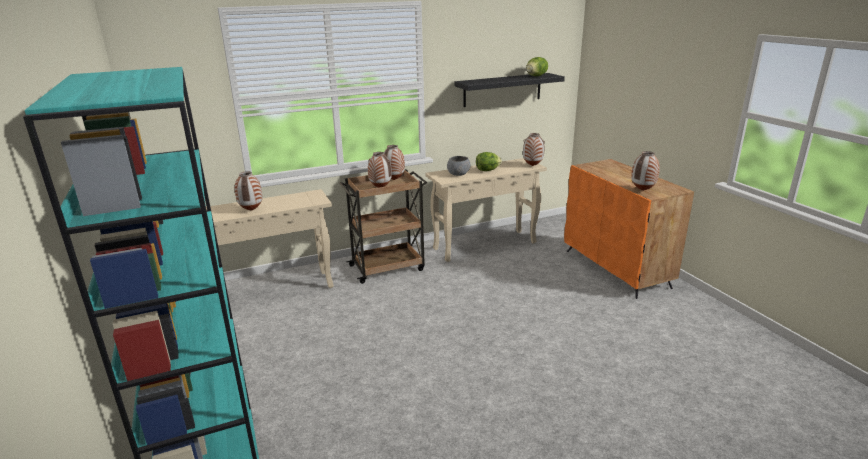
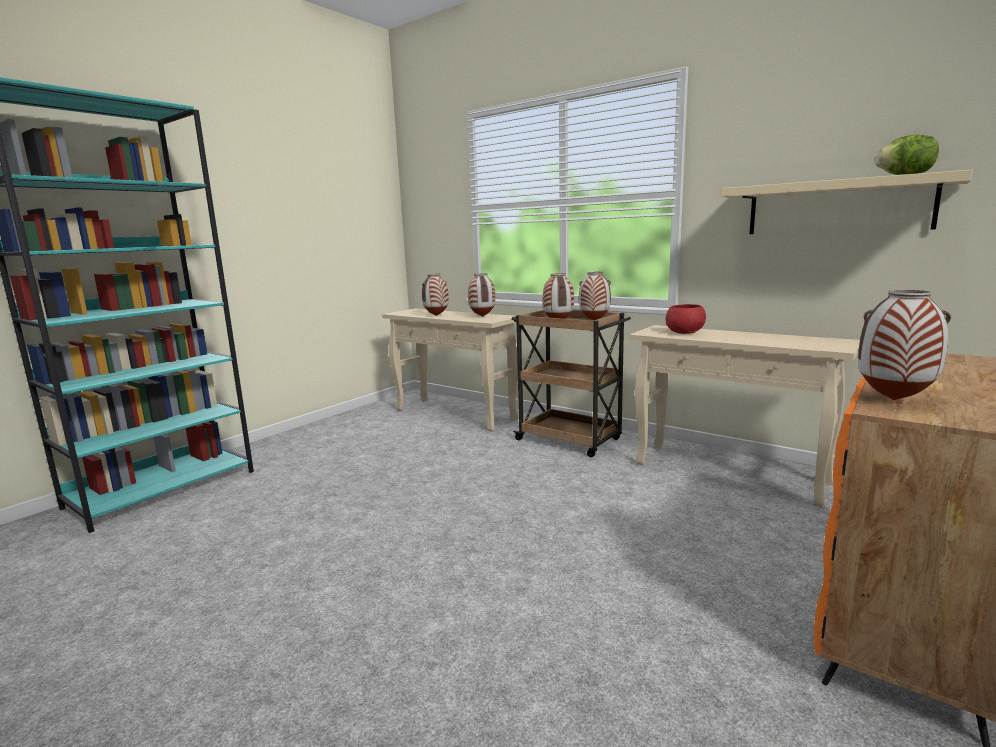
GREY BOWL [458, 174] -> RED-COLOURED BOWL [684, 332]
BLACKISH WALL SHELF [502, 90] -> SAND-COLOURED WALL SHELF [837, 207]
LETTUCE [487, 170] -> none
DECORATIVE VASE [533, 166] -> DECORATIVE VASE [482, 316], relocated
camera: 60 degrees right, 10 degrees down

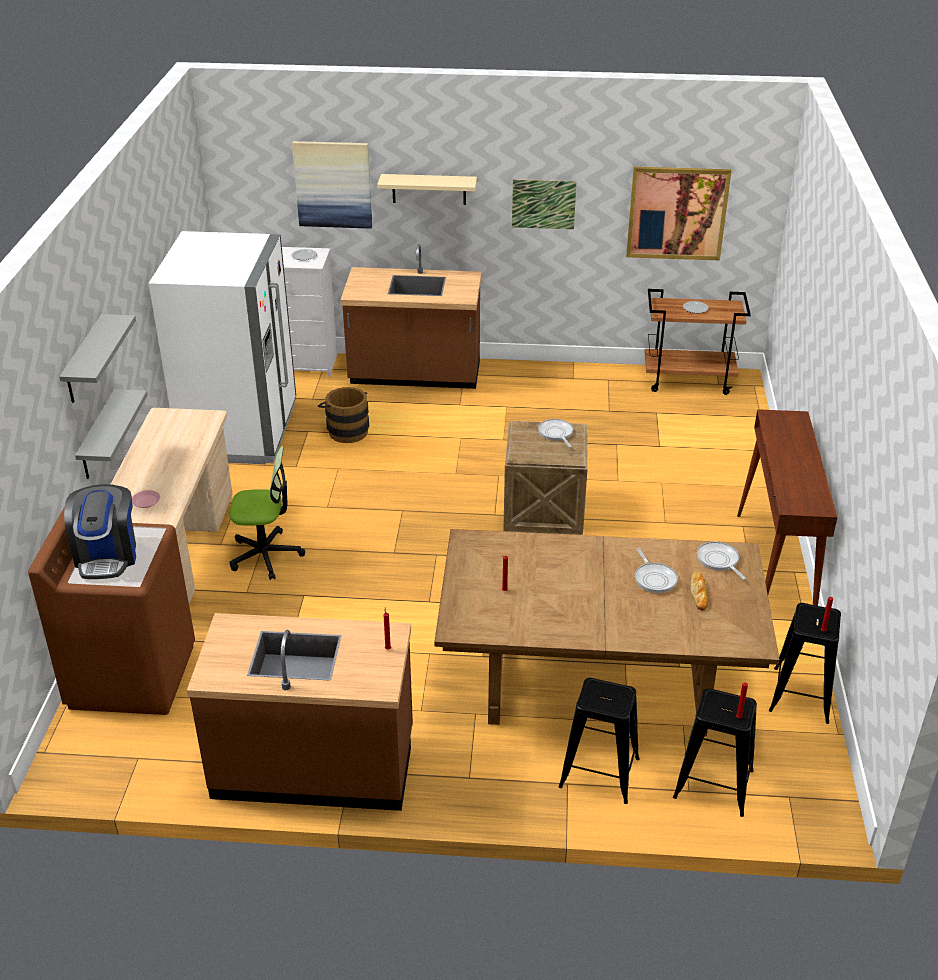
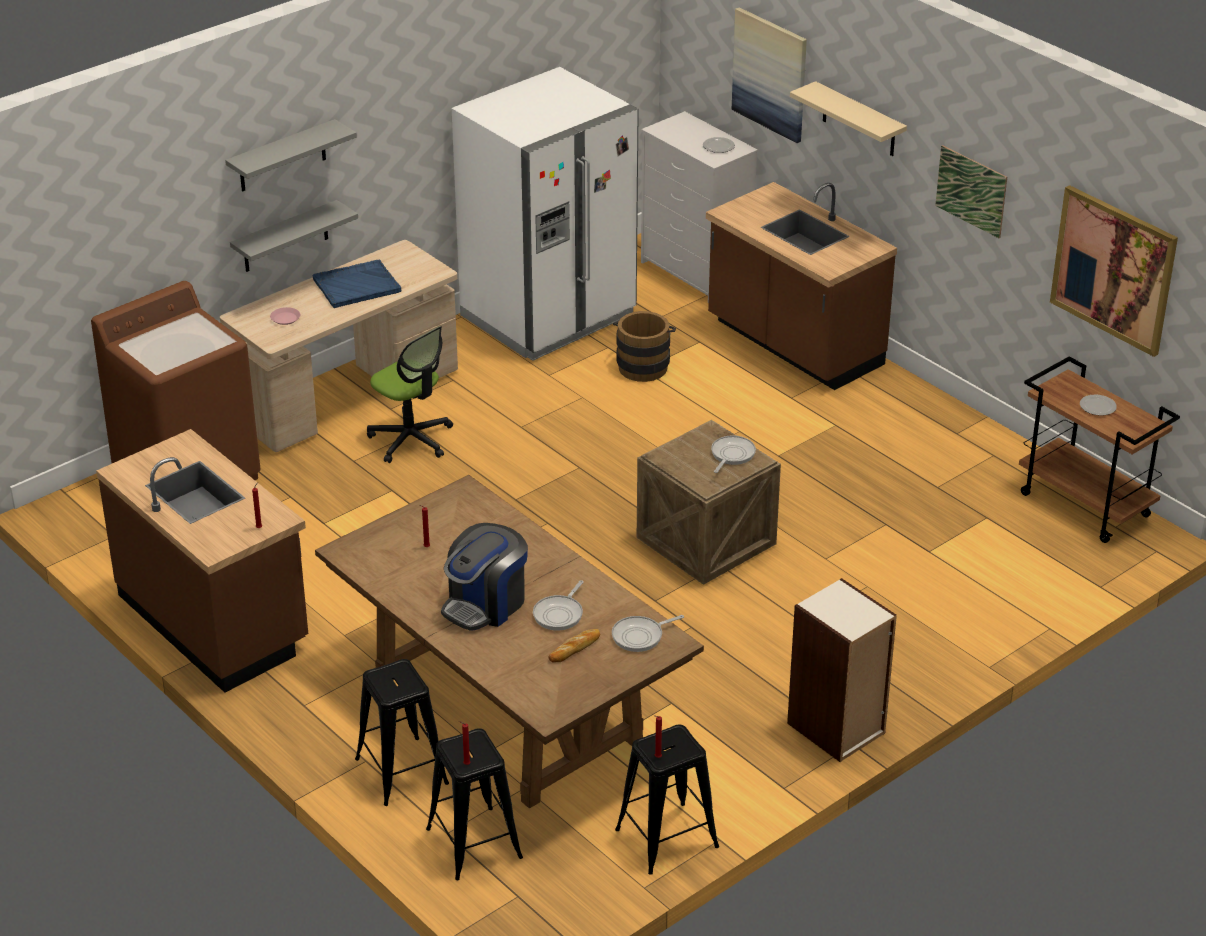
COFFEE MACHINE [107, 555] -> COFFEE MACHINE [485, 604], relocated
FRYING PAN [719, 561] -> FRYING PAN [640, 636], 135 degrees counterclockwise
BROWNISH NARROW TABLE [774, 569] -> BOOKCASE [836, 729]
none -> BLUE-COLOURED SERVING TRAY [356, 286]
camera: 45 degrees right, 0 degrees up

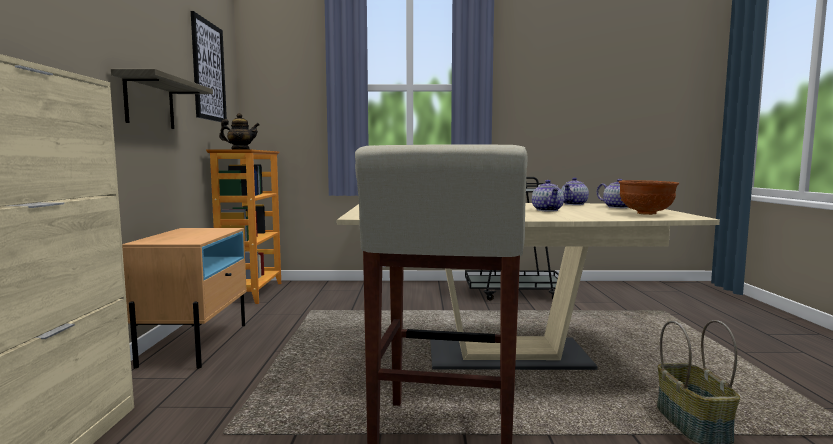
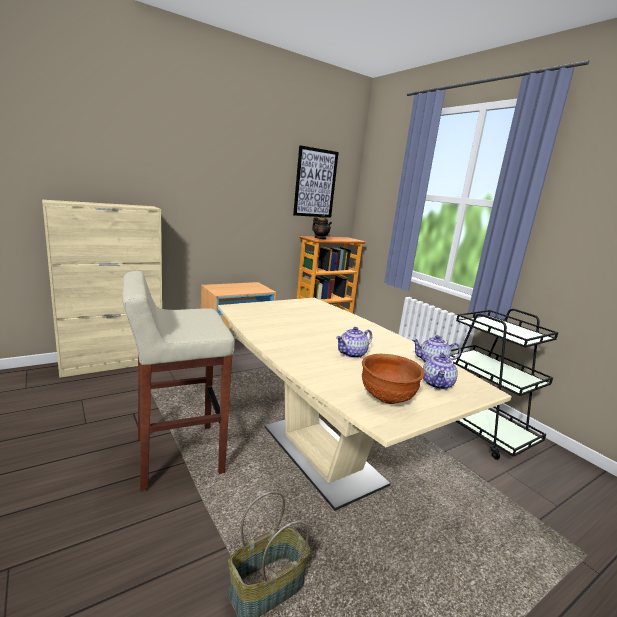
WALL SHELF [149, 103] -> none
camera: 55 degrees right, 10 degrees up

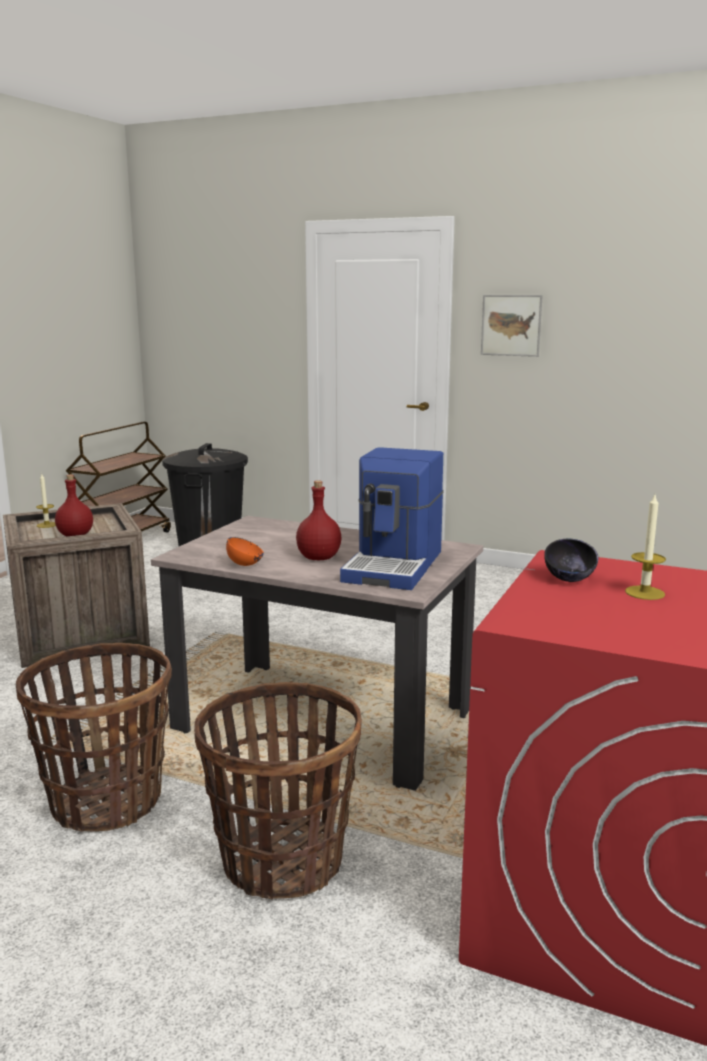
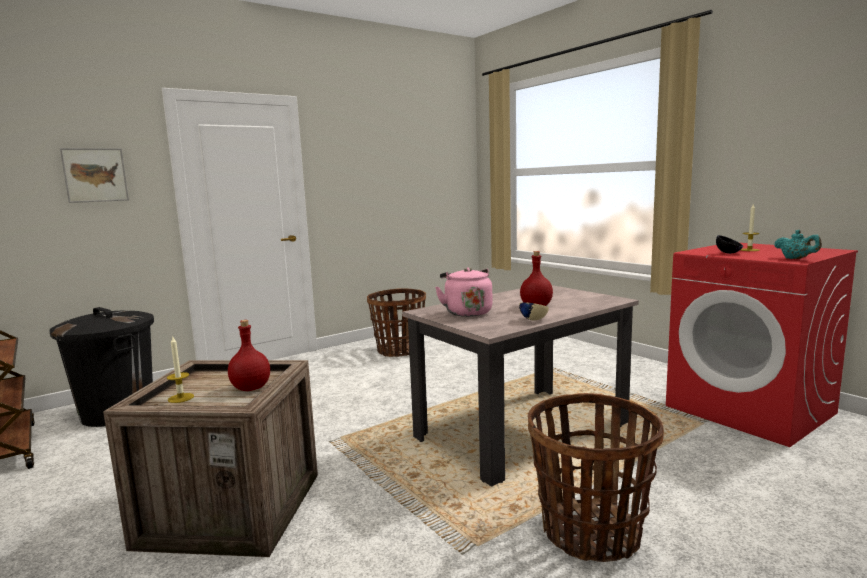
BASKET [282, 860] -> BASKET [399, 351], relocated
ORANGEY BOWL [245, 564] -> SAND-COLOURED BOWL [533, 320]
COFFEE MACHINE [395, 566] -> none
WALL PICTURE [511, 325] -> WALL PICTURE [95, 175], relocated
none -> PINKISH KETTLE [466, 312]
none -> TURQUOISE TEAPOT [796, 259]
camera: 60 degrees left, 5 degrees down

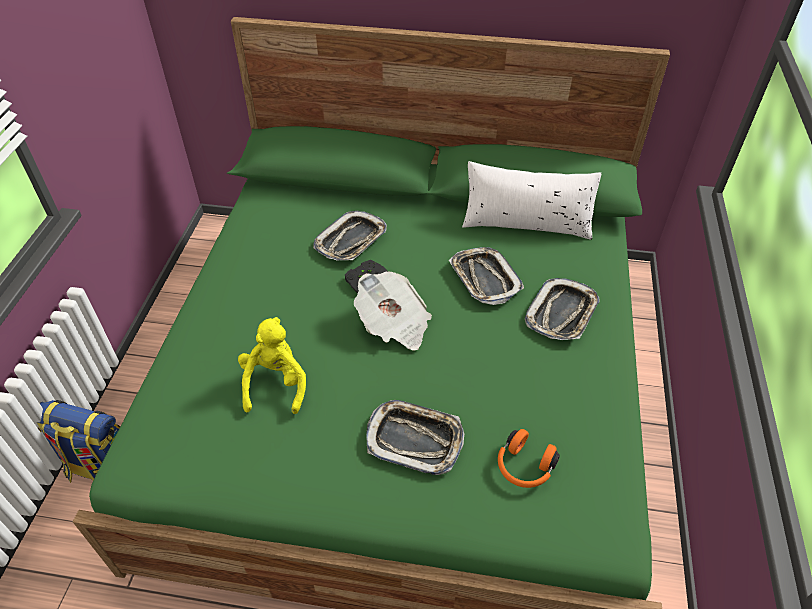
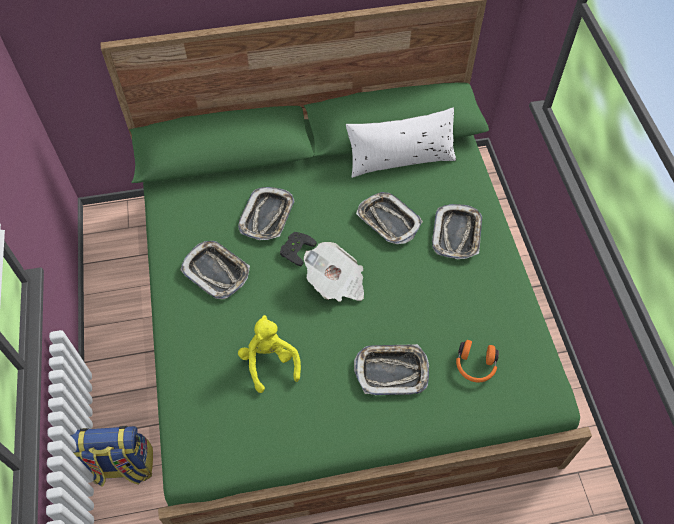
none -> SERVING TRAY [216, 272]
camera: 20 degrees left, 10 degrees up

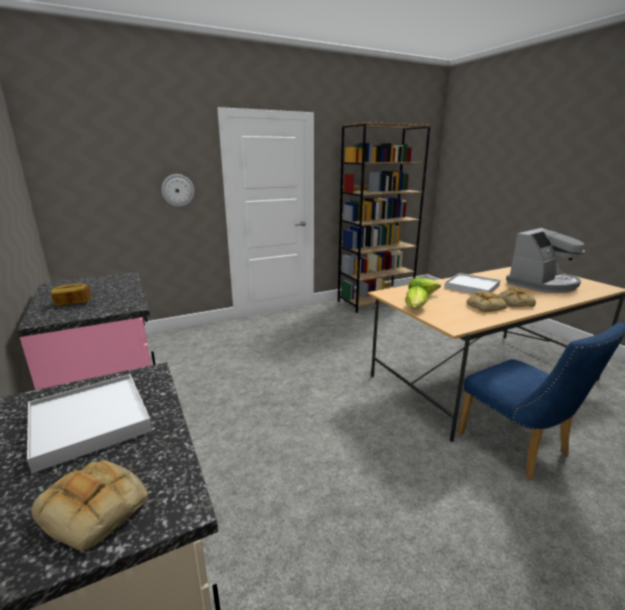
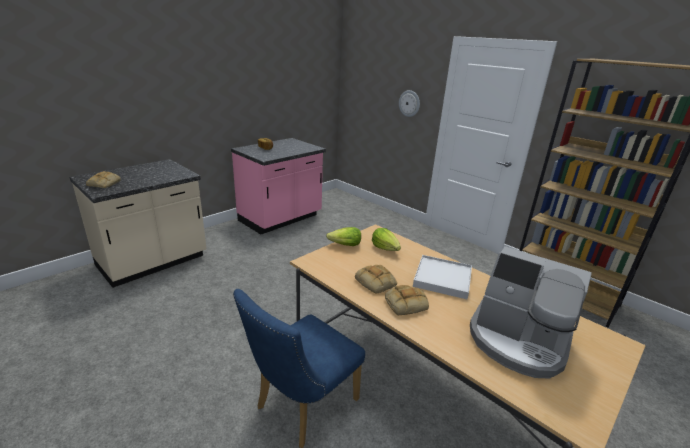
WHITE SERVING TRAY [90, 422] -> none
camera: 70 degrees right, 5 degrees up

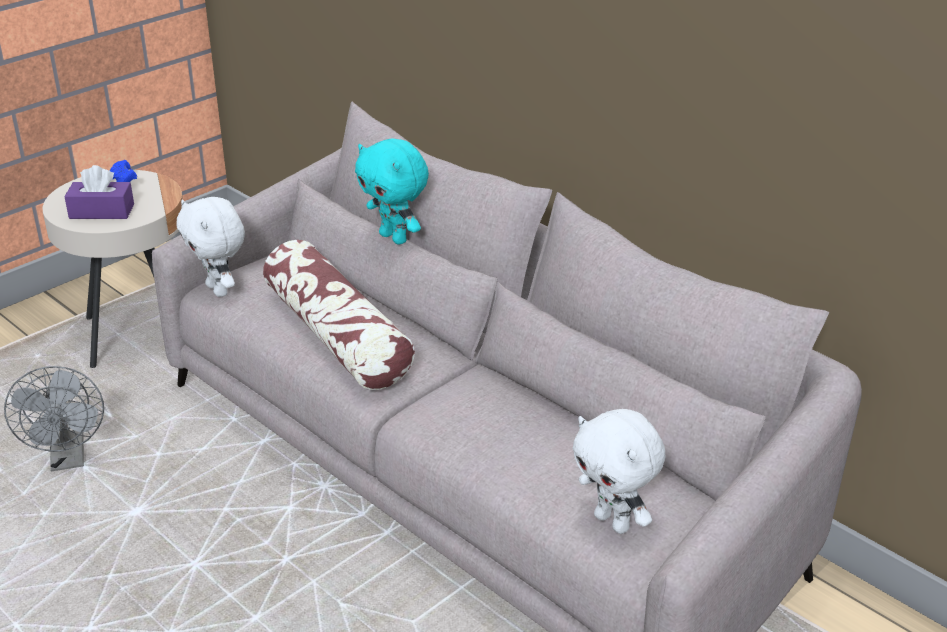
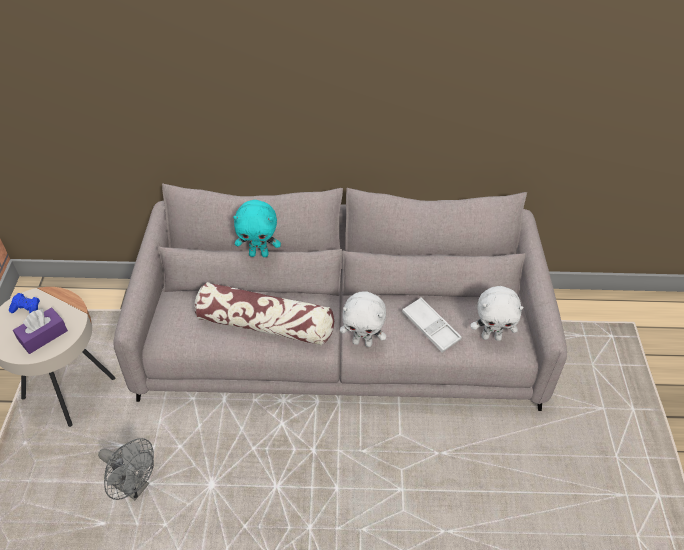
WHITE PLUSH TOY [219, 290] -> WHITE PLUSH TOY [362, 342], relocated
none -> WHITE SERVING TRAY [430, 327]
camera: 45 degrees left, 15 degrees up

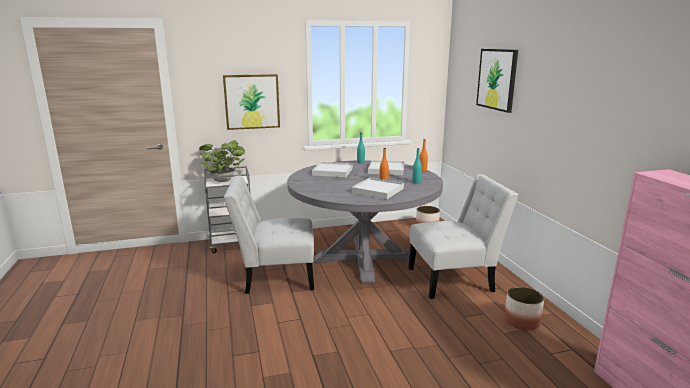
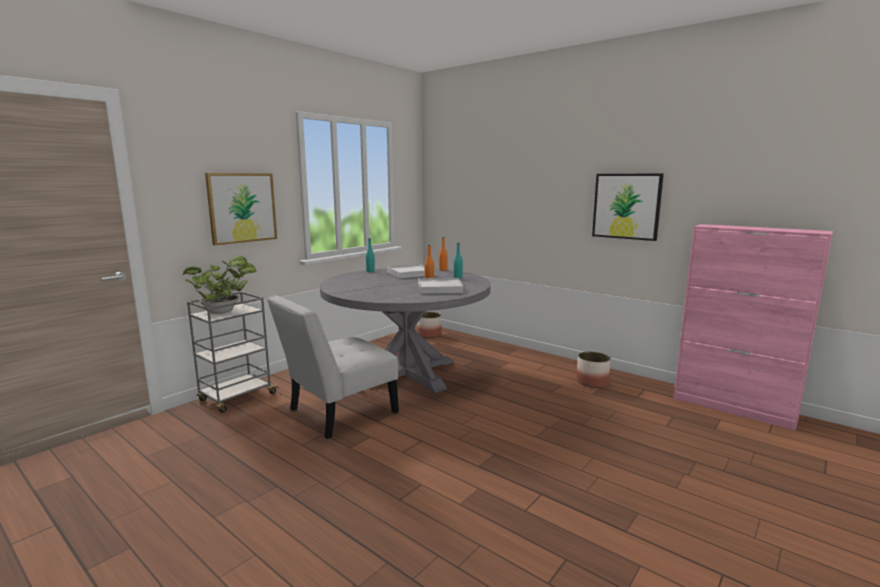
WHITE SERVING TRAY [332, 171] -> none
WHITE UPRIGHT CHAIR [455, 279] -> none
WALL PICTURE [497, 79] -> WALL PICTURE [626, 206], relocated
camera: 35 degrees left, 5 degrees down

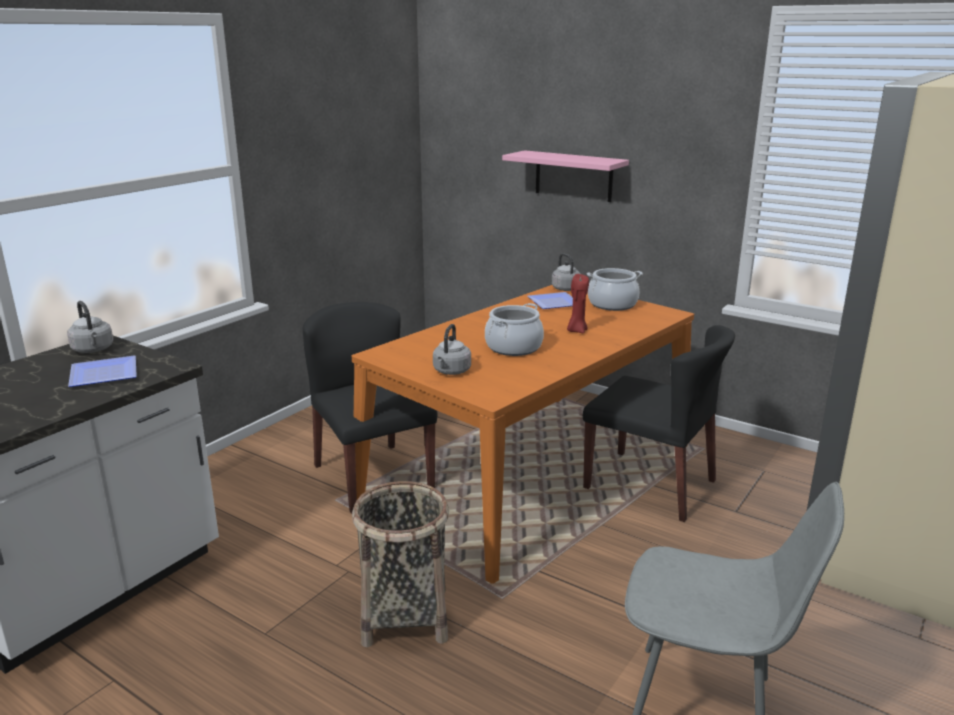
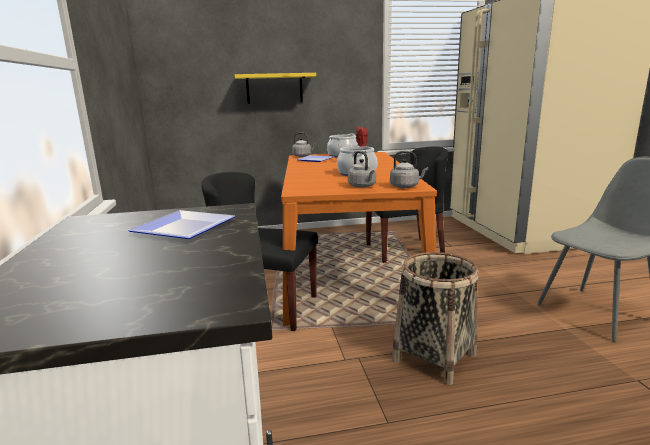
GREY KETTLE [93, 350] -> GREY KETTLE [406, 186], relocated
PINKISH WALL SHELF [573, 176] -> YELLOWISH WALL SHELF [274, 88]
camera: 45 degrees left, 5 degrees down

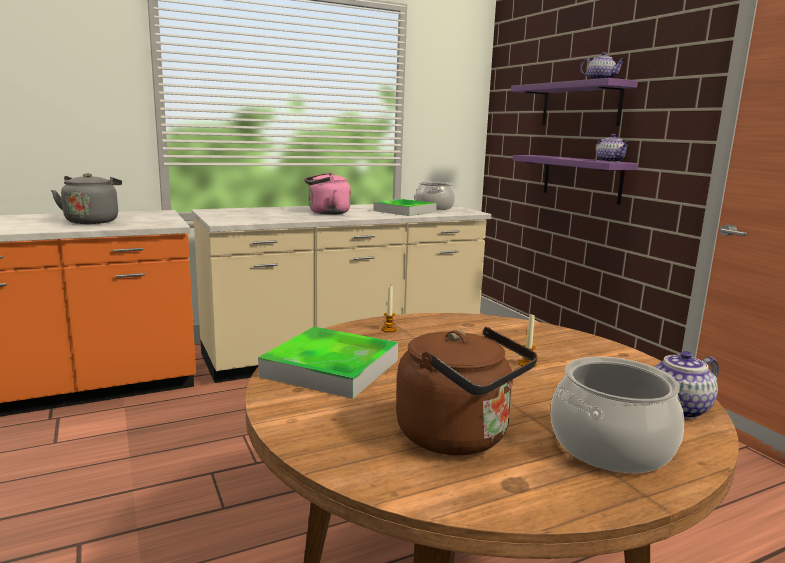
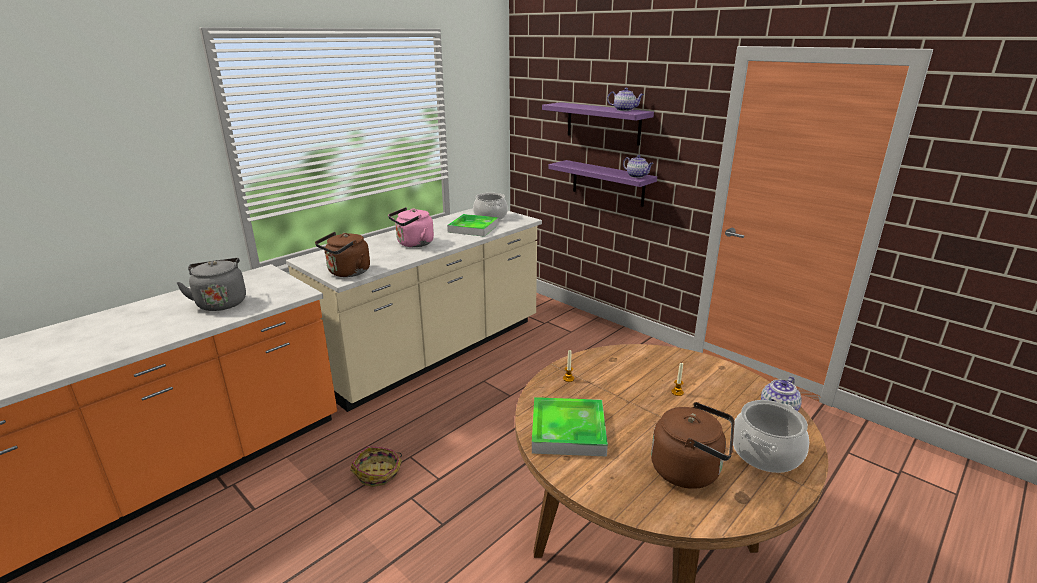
none -> BROWNISH KETTLE [347, 273]
none -> BASKET [378, 473]
camera: 20 degrees left, 10 degrees up

